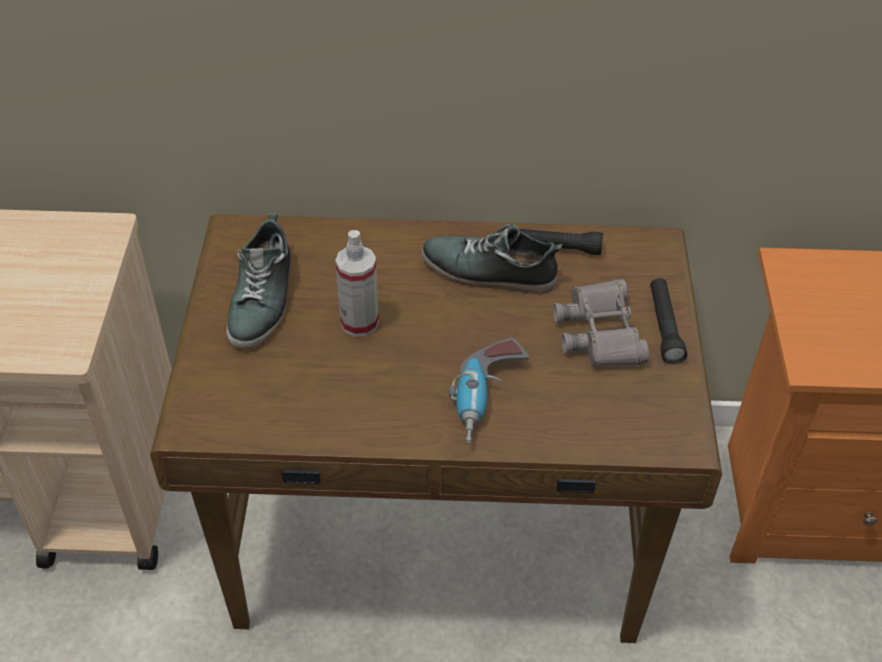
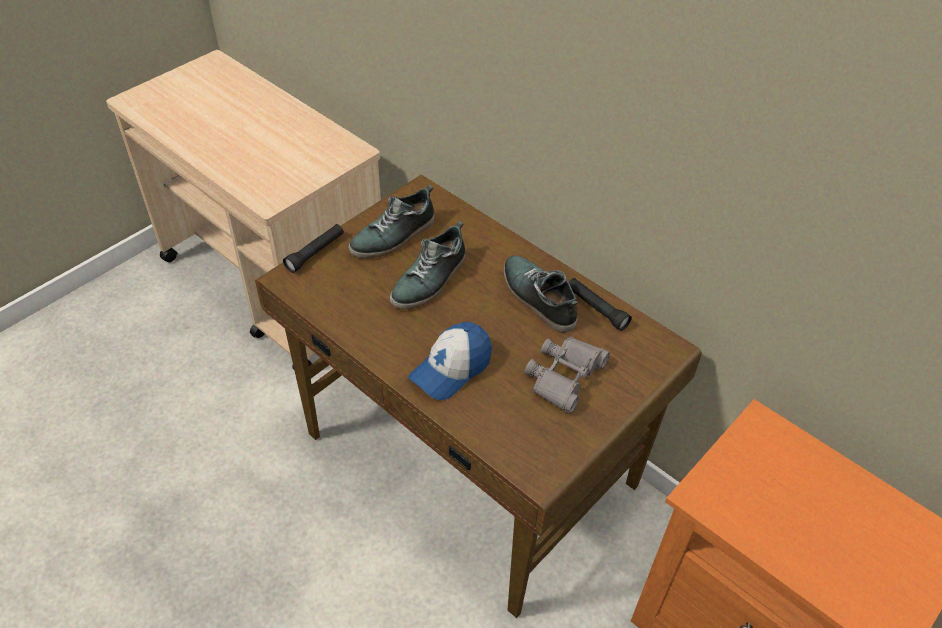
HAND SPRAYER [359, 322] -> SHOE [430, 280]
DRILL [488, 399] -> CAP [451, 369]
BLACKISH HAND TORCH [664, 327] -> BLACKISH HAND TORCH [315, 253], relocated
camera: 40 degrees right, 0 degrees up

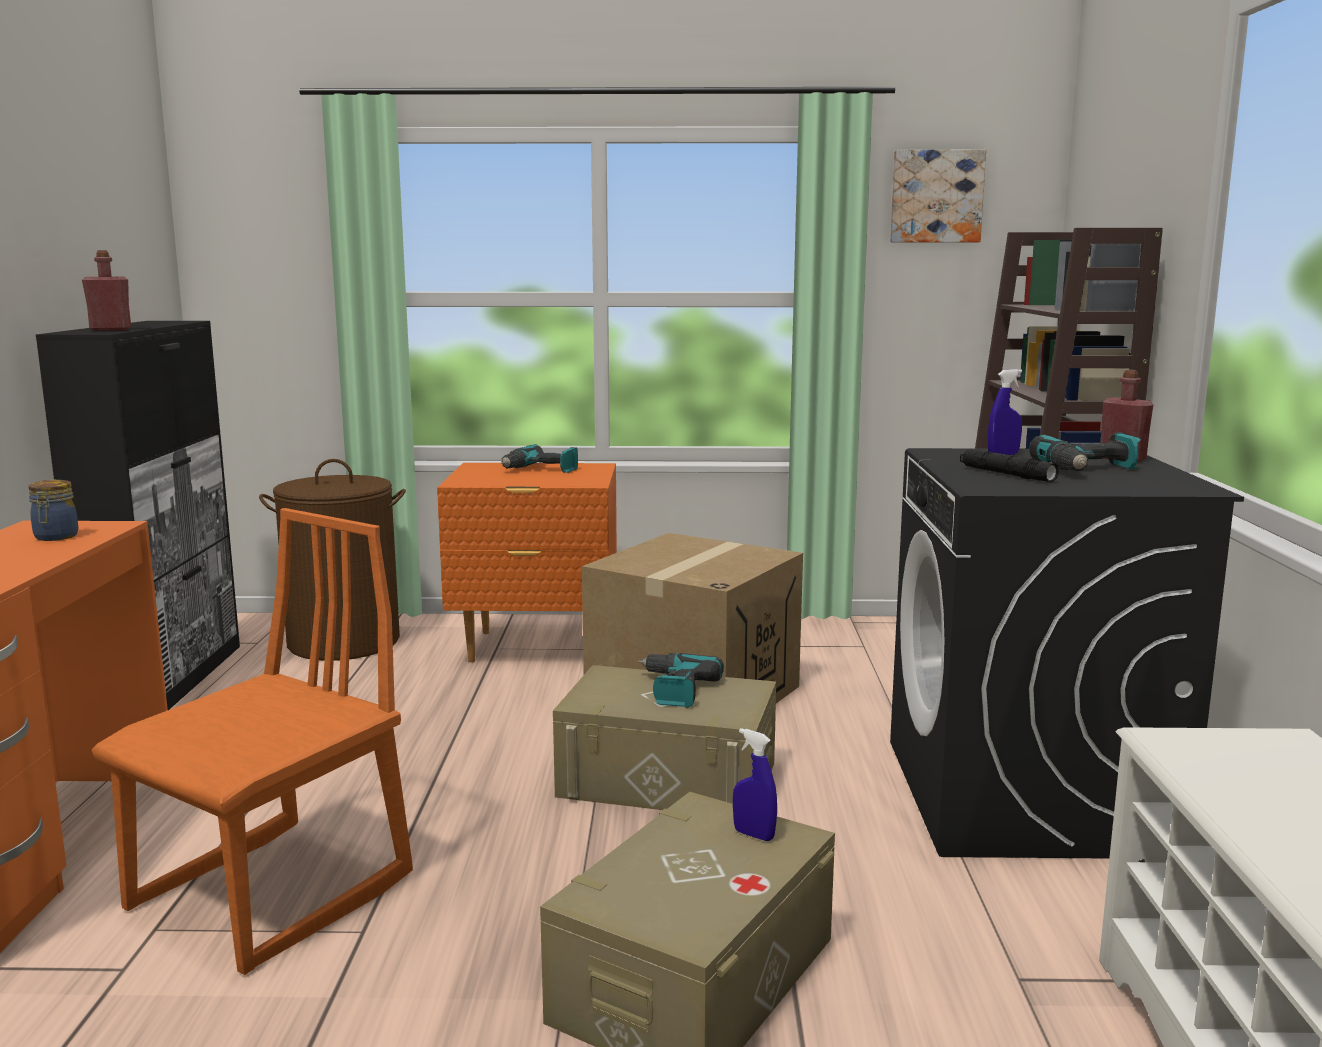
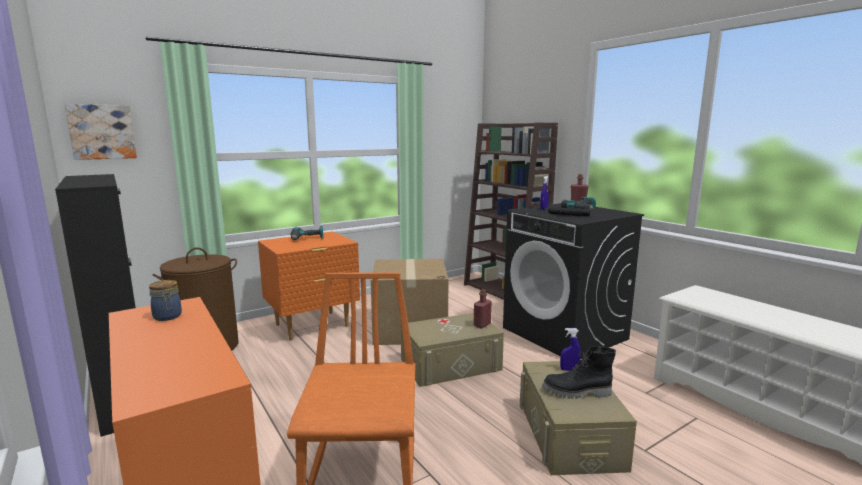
RED-COLOURED DRINK BOTTLE [110, 329] -> RED-COLOURED DRINK BOTTLE [482, 325], relocated
DRILL [675, 690] -> none
WALL PICTURE [936, 196] -> WALL PICTURE [102, 132], relocated
none -> BLACKISH BOOT [577, 393]
camera: 35 degrees left, 0 degrees up

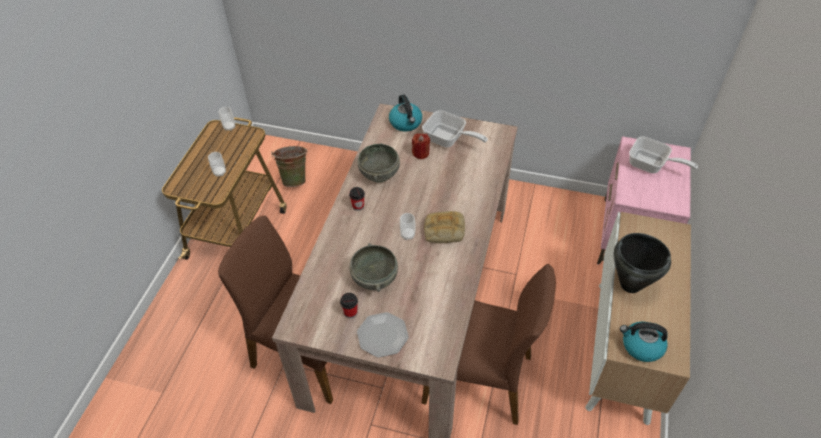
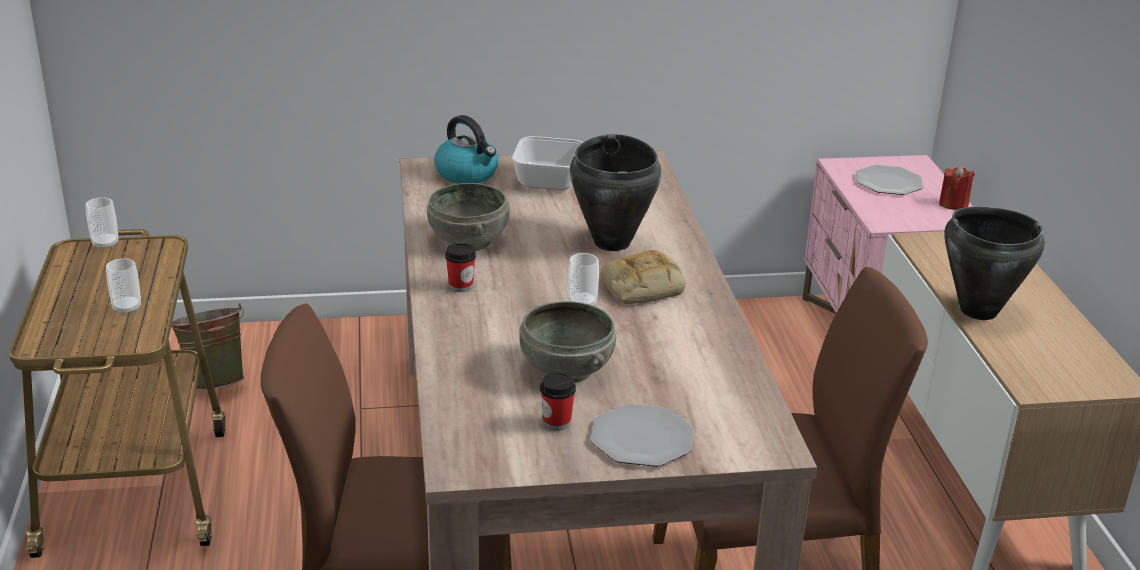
RED-COLOURED CANDLE [421, 153] -> RED-COLOURED CANDLE [953, 204], relocated
KETTLE [641, 346] -> none
FRYING PAN [651, 165] -> DINNER PLATE [888, 182]
none -> BLACKISH STOCKPOT [612, 242]
camera: 25 degrees left, 20 degrees down

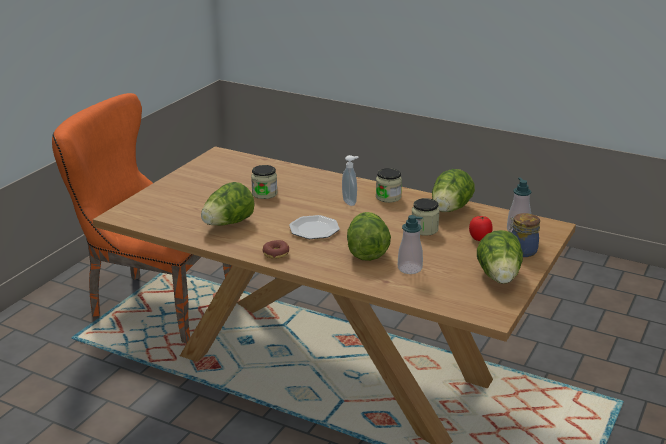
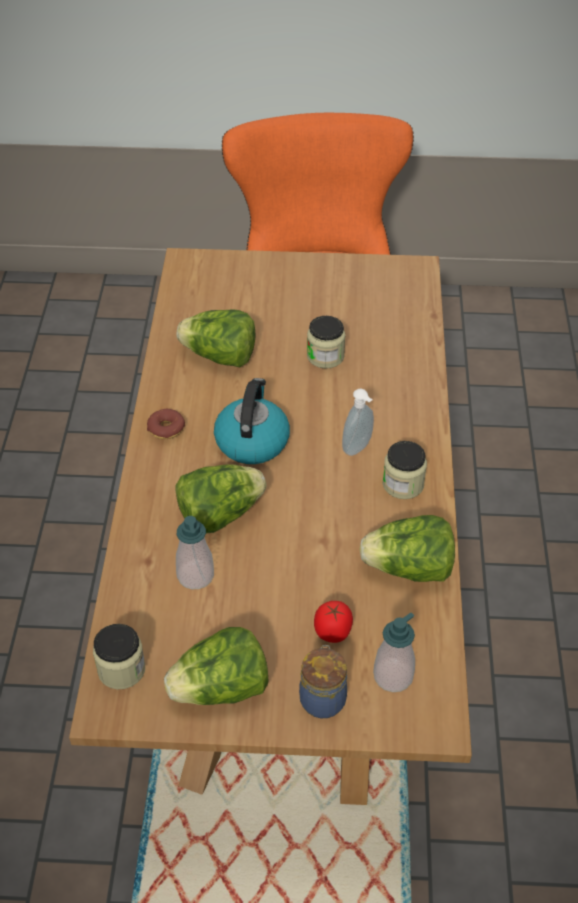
DINNER PLATE [314, 229] -> KETTLE [252, 441]
PRESERVE JAR [424, 229] -> PRESERVE JAR [121, 669], relocated
camera: 65 degrees right, 20 degrees up

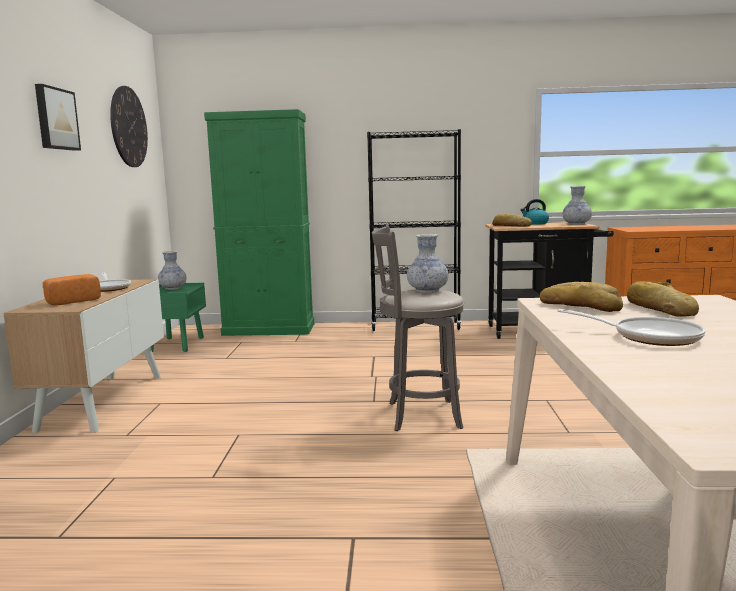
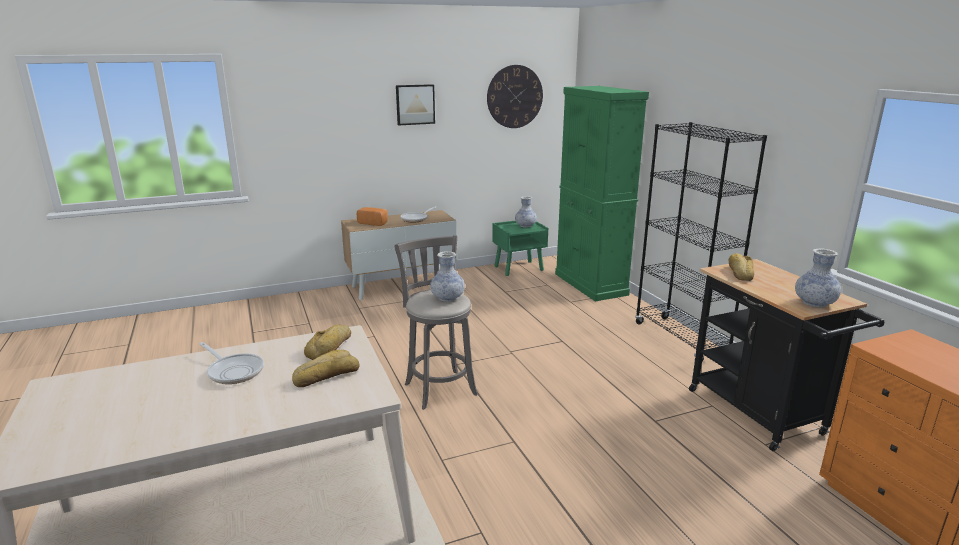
KETTLE [535, 223] -> none
FRYING PAN [649, 337] -> FRYING PAN [234, 371], 60 degrees counterclockwise
camera: 65 degrees right, 10 degrees up

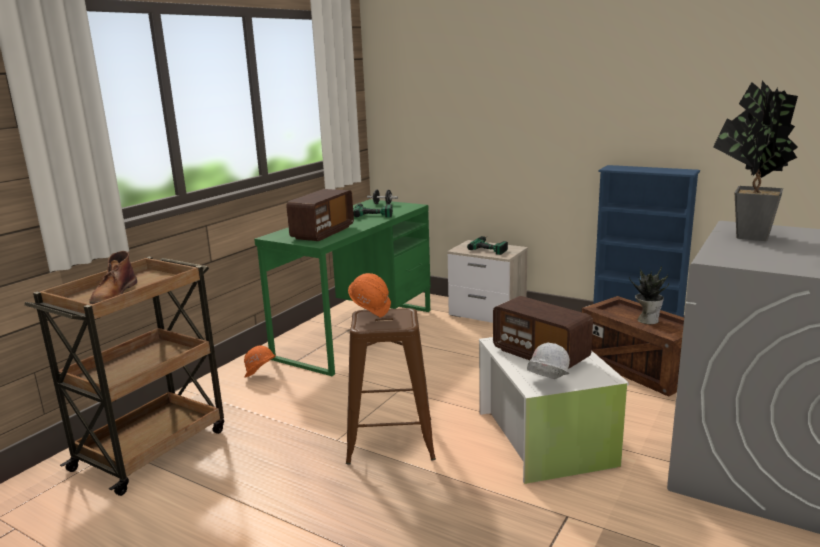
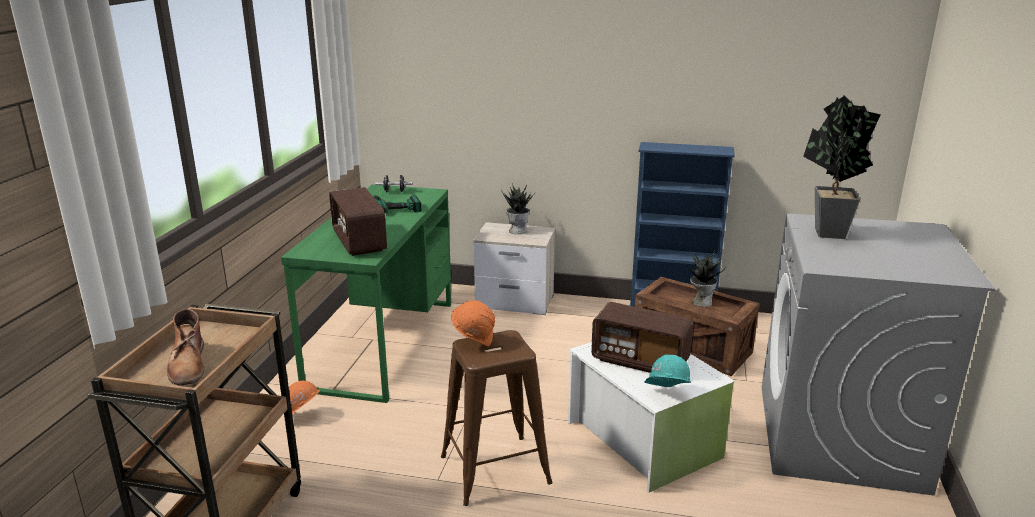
RADIO SET [322, 233] -> RADIO SET [359, 241], 150 degrees clockwise
DRILL [491, 247] -> POTTED PLANT [517, 230]
WHITE WORK HELMET [546, 386] -> TURQUOISE WORK HELMET [666, 396]
camera: 20 degrees left, 5 degrees up

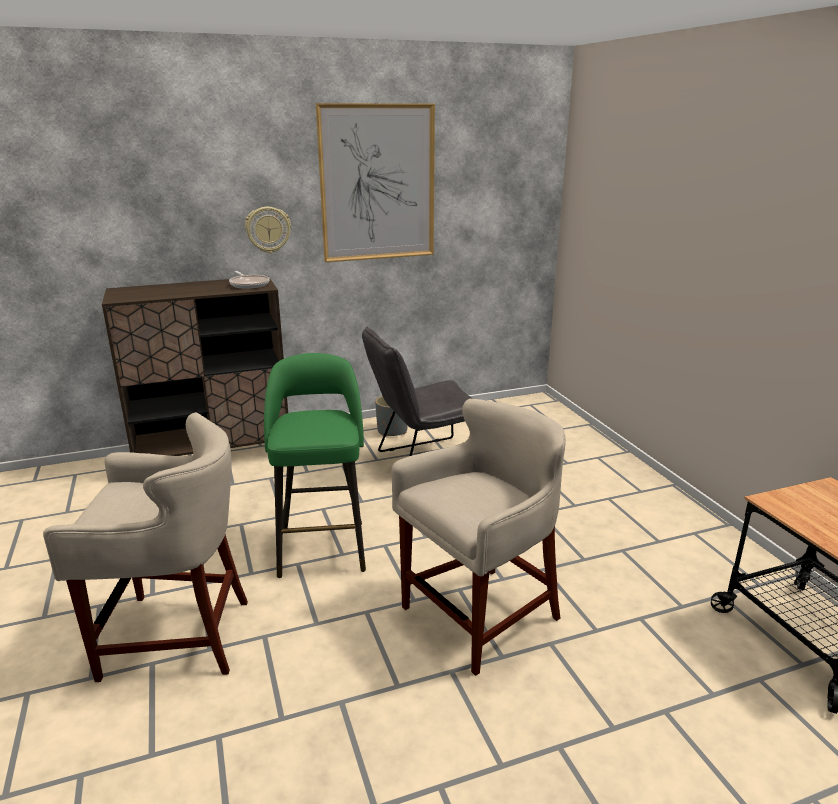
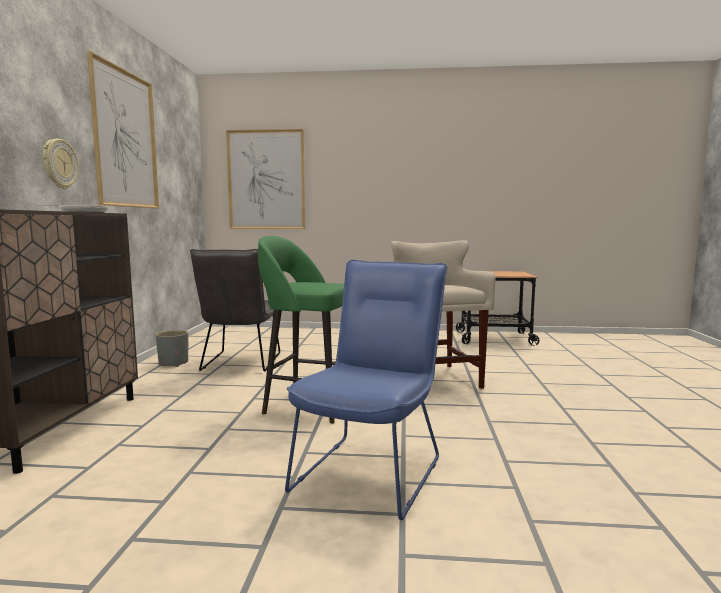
SAND-COLOURED STOOL SEAT [175, 636] -> BLUE-COLOURED UPRIGHT CHAIR [372, 469]
none -> WALL PICTURE [266, 180]
camera: 65 degrees left, 15 degrees down

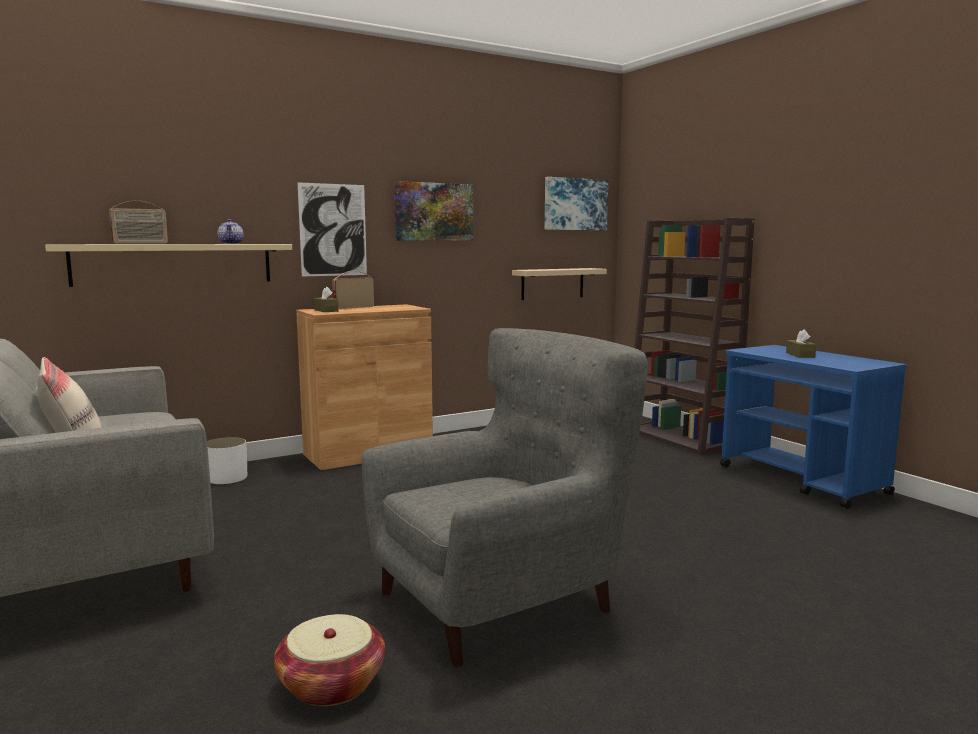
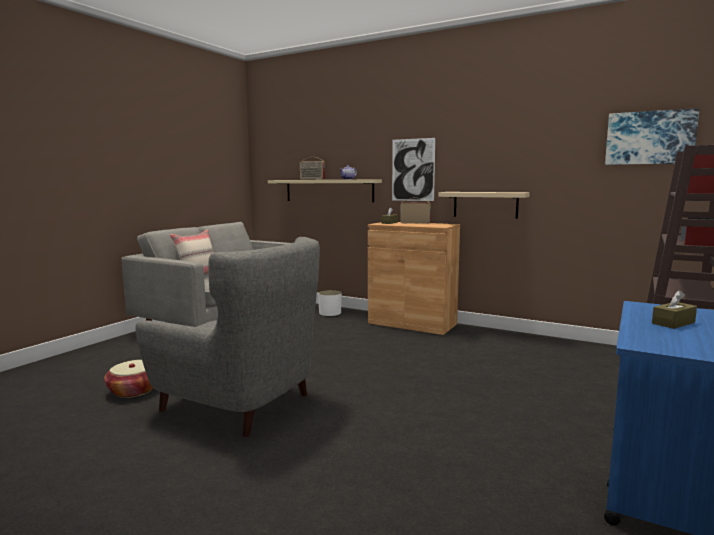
WALL PICTURE [434, 212] -> none
SAND-COLOURED WALL SHELF [552, 283] -> SAND-COLOURED WALL SHELF [485, 204], relocated
camera: 60 degrees right, 0 degrees up

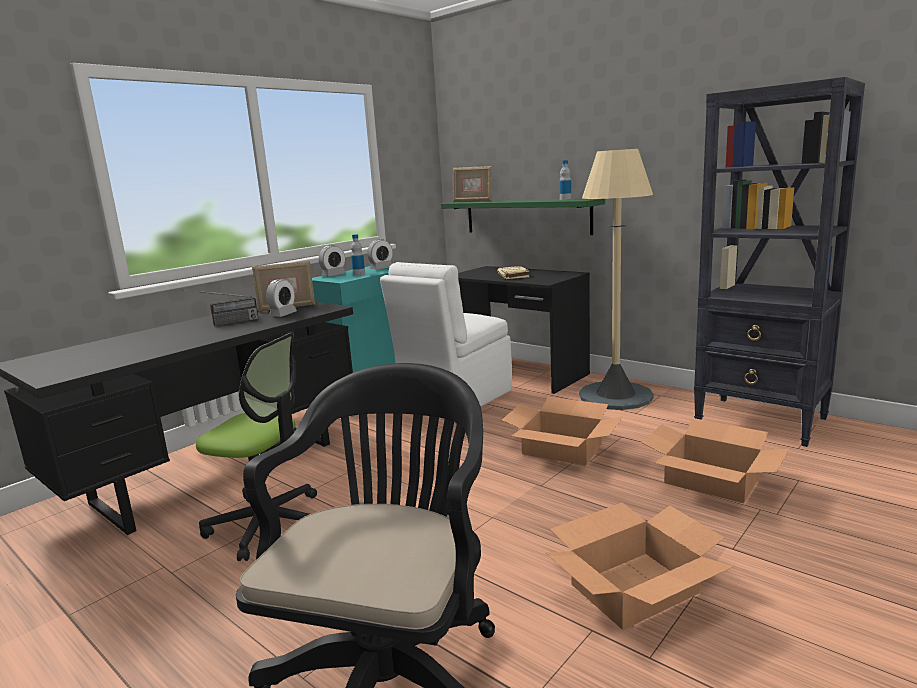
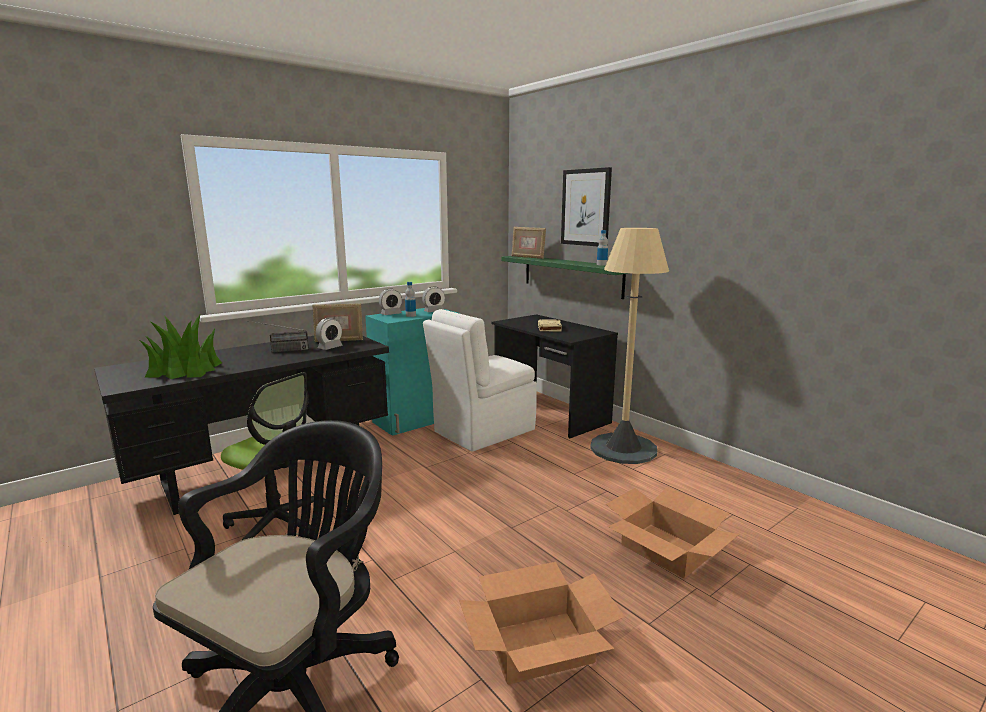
CARTON [562, 449] -> none
BLACKISH BOOKCASE [761, 421] -> none
none -> POTTED PLANT [184, 370]
none -> WALL PICTURE [586, 207]
camera: 10 degrees right, 0 degrees up

